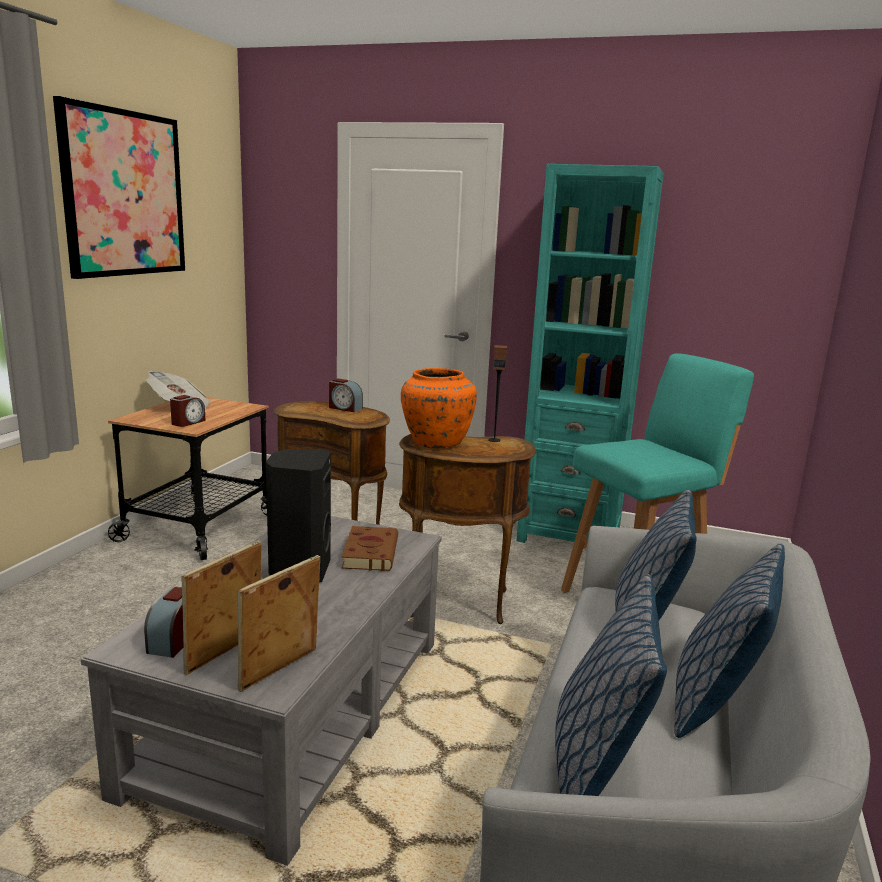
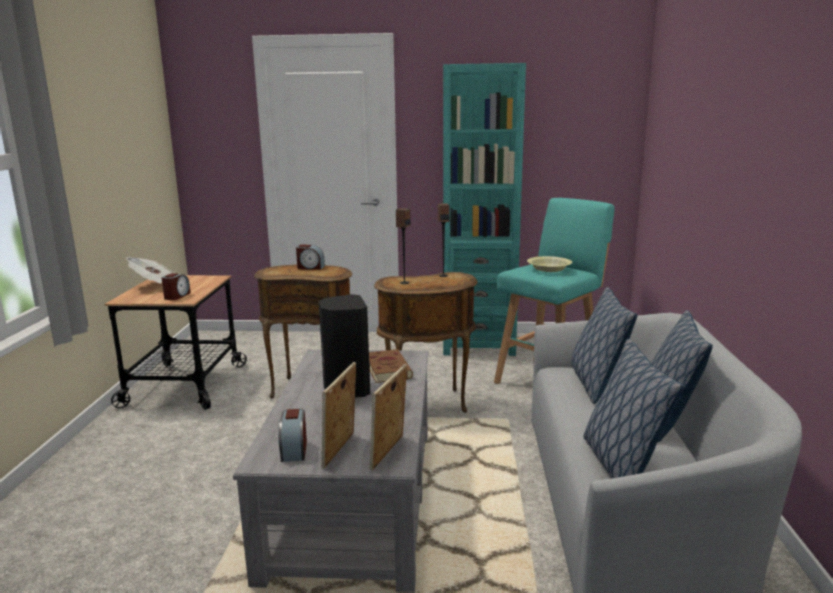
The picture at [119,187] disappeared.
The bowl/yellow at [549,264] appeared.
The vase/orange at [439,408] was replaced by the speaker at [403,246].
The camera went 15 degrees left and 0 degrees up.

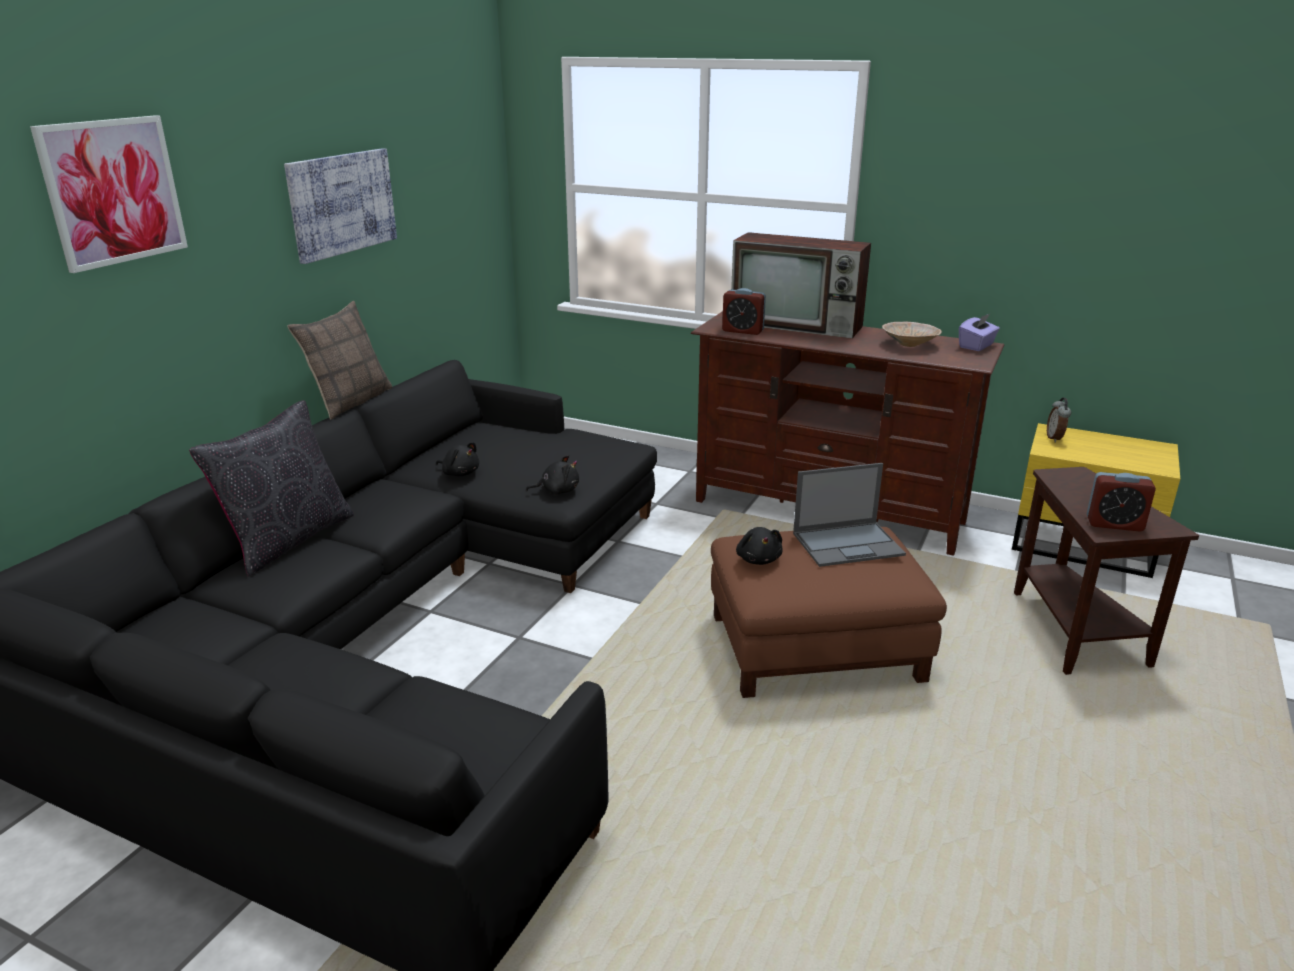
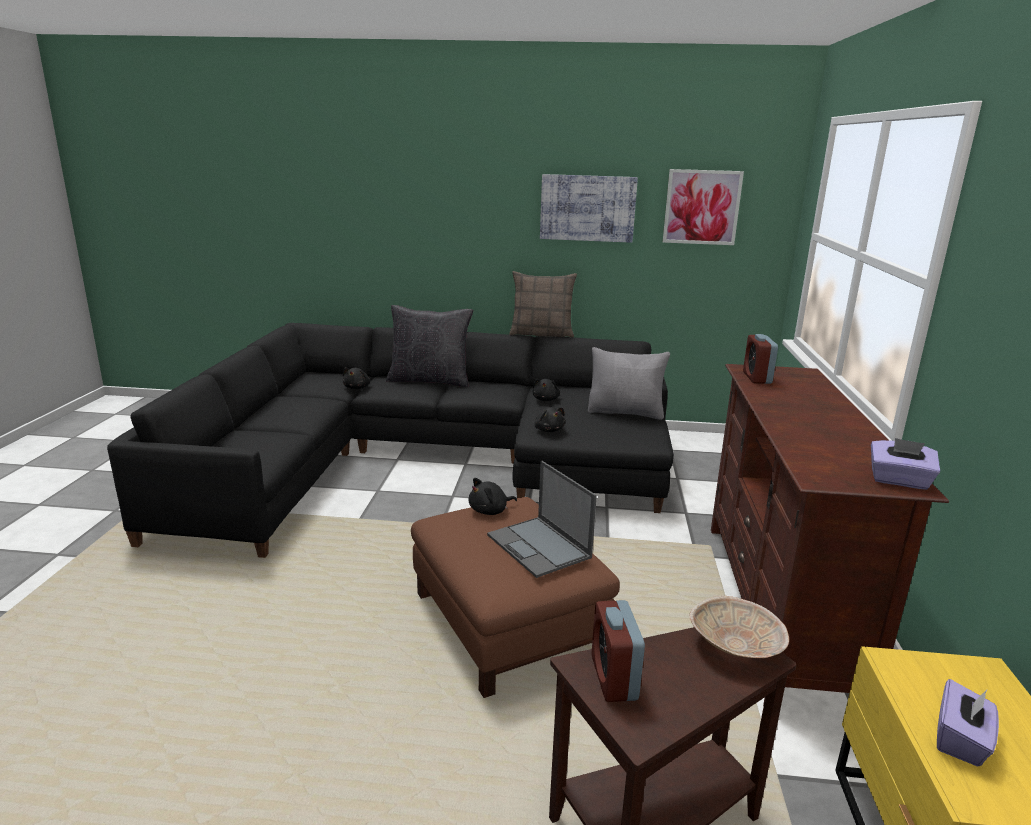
The television at [801,285] disappeared.
The alarm clock at [1059,420] disappeared.
The plush toy/black at [356,378] appeared.
The pillow/grey at [629,383] appeared.
The tissue box/purple at [968,722] appeared.
The picture moved from [109,194] to [703,207].
The bowl/beige moved from [912,334] to [739,627].
The camera went 70 degrees right and 5 degrees down.

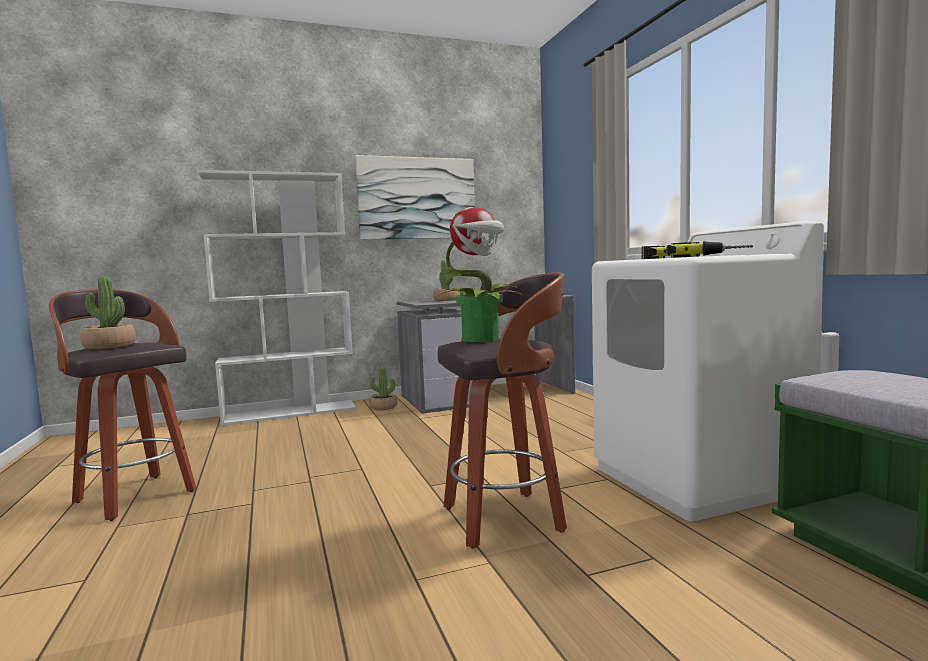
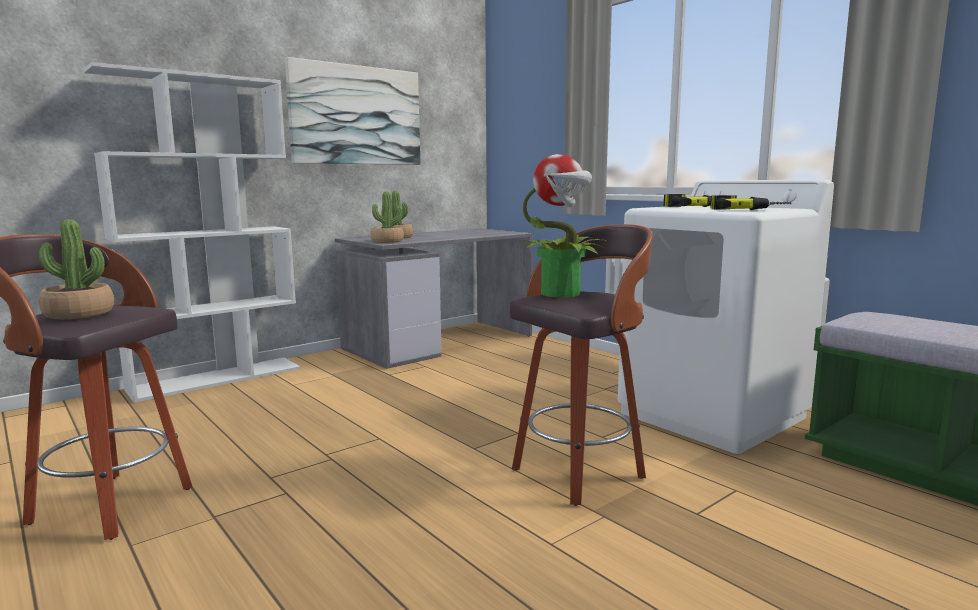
The potted plant moved from [383,388] to [387,217].
The camera went 20 degrees left and 5 degrees up.

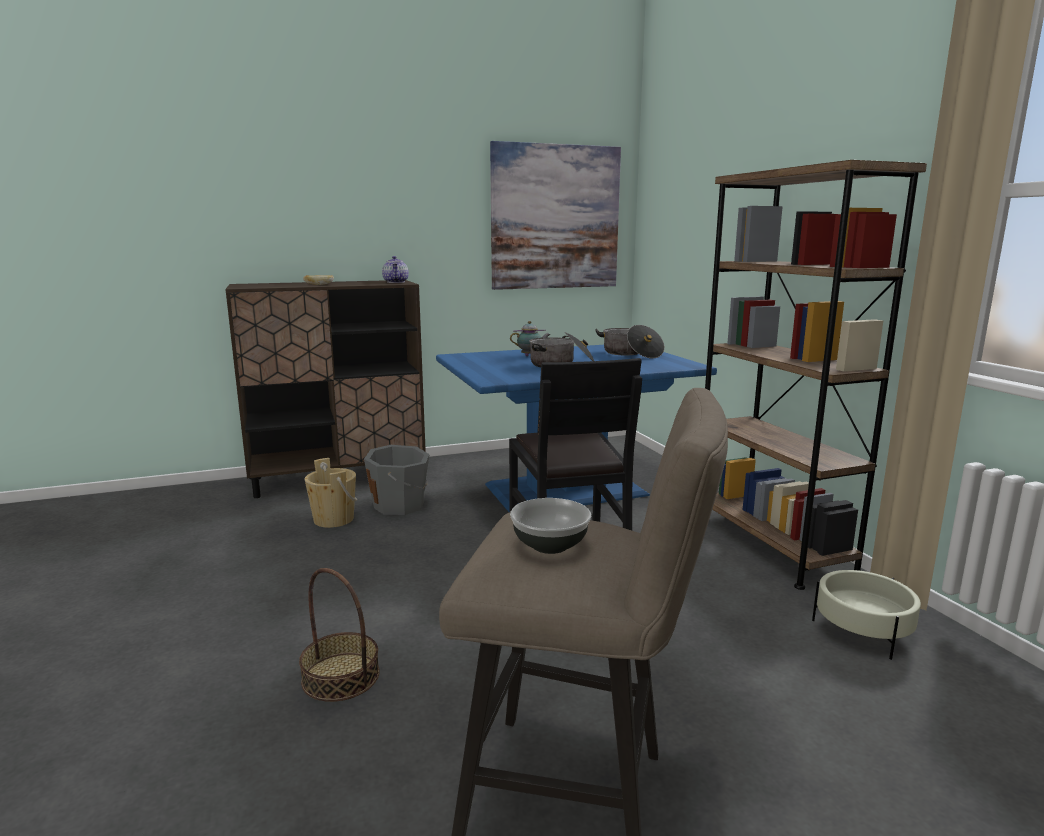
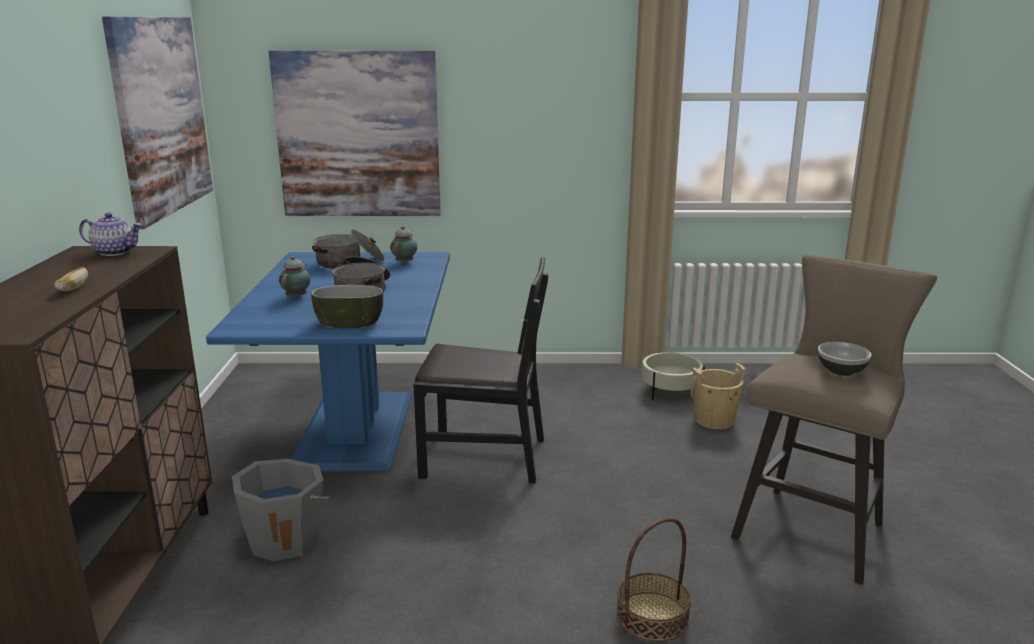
The bookcase/brown at [816,375] disappeared.
The picture at [355,133] appeared.
The bowl at [347,307] appeared.
The teapot at [403,245] appeared.
The bucket/beige moved from [331,493] to [718,396].
The camera went 70 degrees left and 5 degrees up.

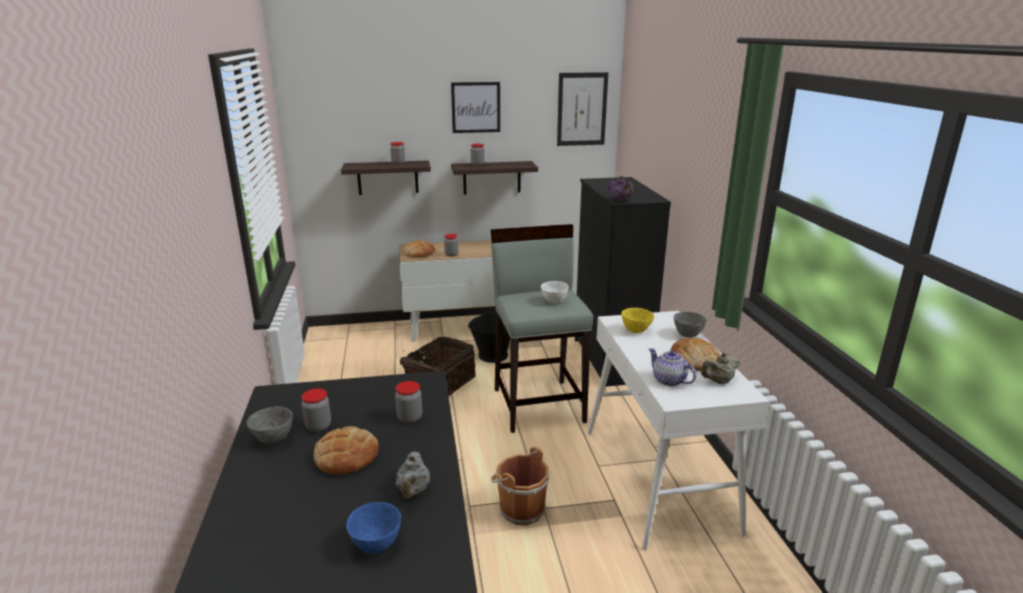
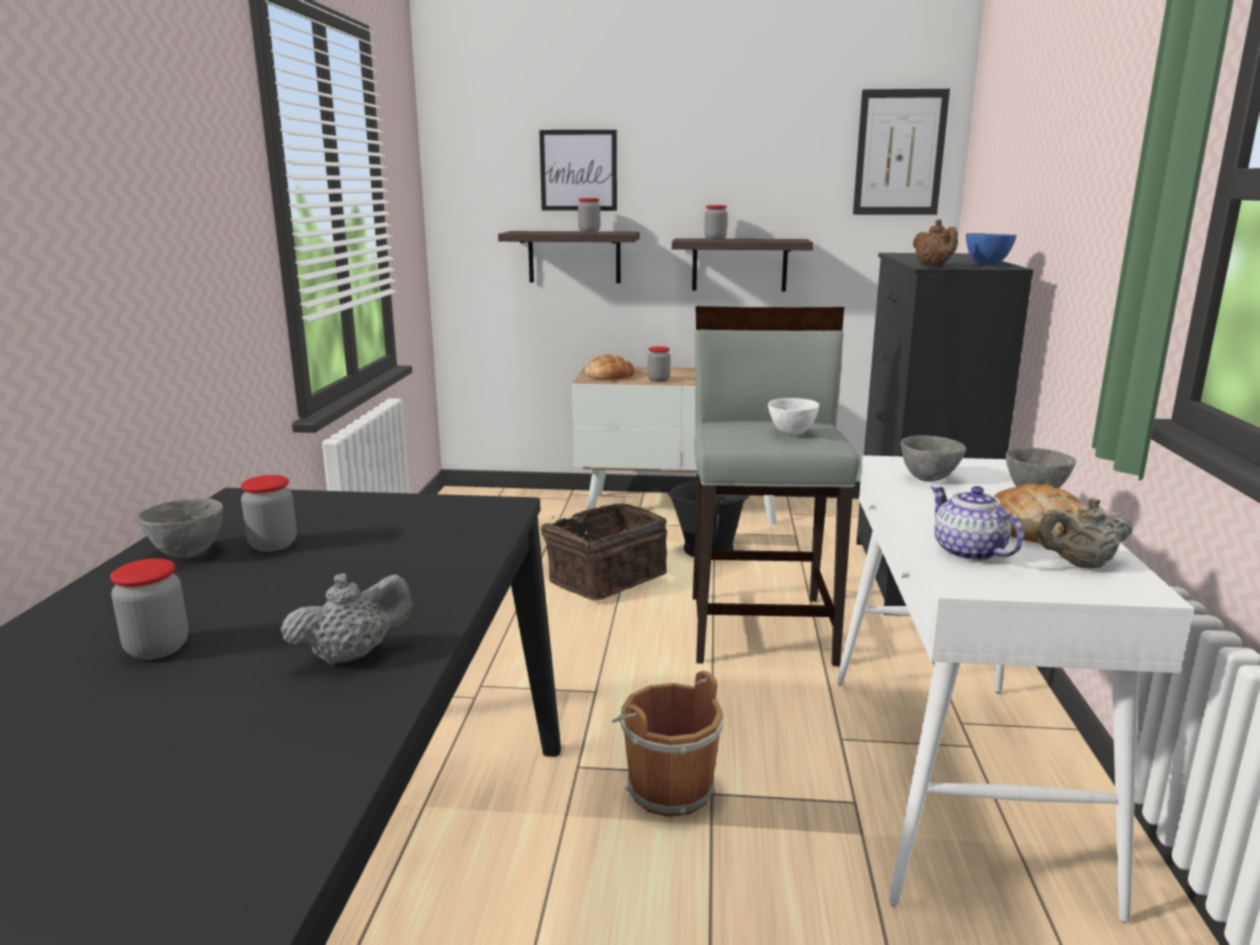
The bread at [346,450] disappeared.
The bowl/blue moved from [373,528] to [991,248].
The jar moved from [408,402] to [149,609].
The picture moved from [475,107] to [578,170].
The teapot/purple at [620,188] became the teapot/brown at [935,242].
The bowl/yellow at [637,320] became the bowl/grey at [933,458].
The teapot/grey at [413,475] turned 135 degrees counterclockwise.
The camera went 15 degrees right and 5 degrees down.

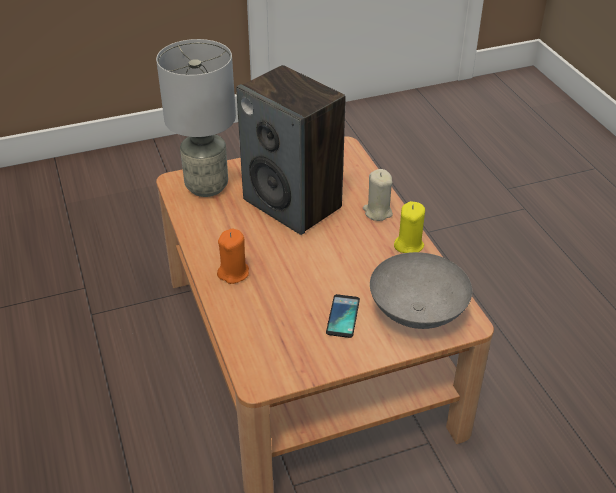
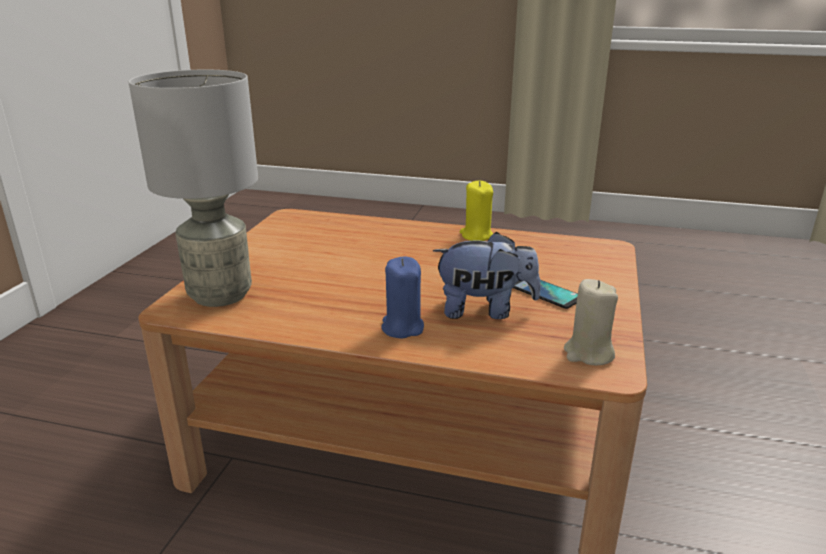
The speaker at [291,150] disappeared.
The bowl/grey at [421,290] disappeared.
The plush toy at [486,275] appeared.
The candle/beige moved from [378,195] to [591,322].
The candle/orange at [233,256] became the candle/blue at [402,297].
The camera went 55 degrees left and 15 degrees down.

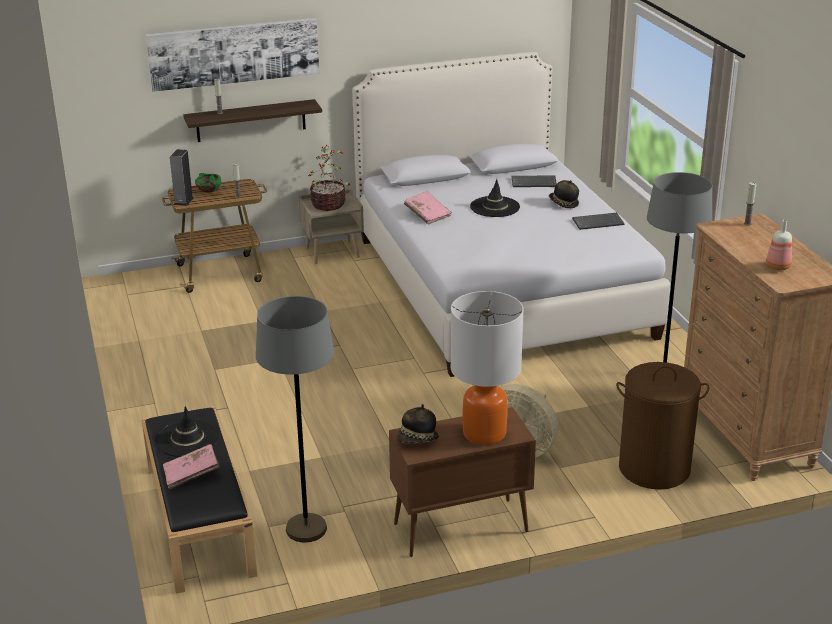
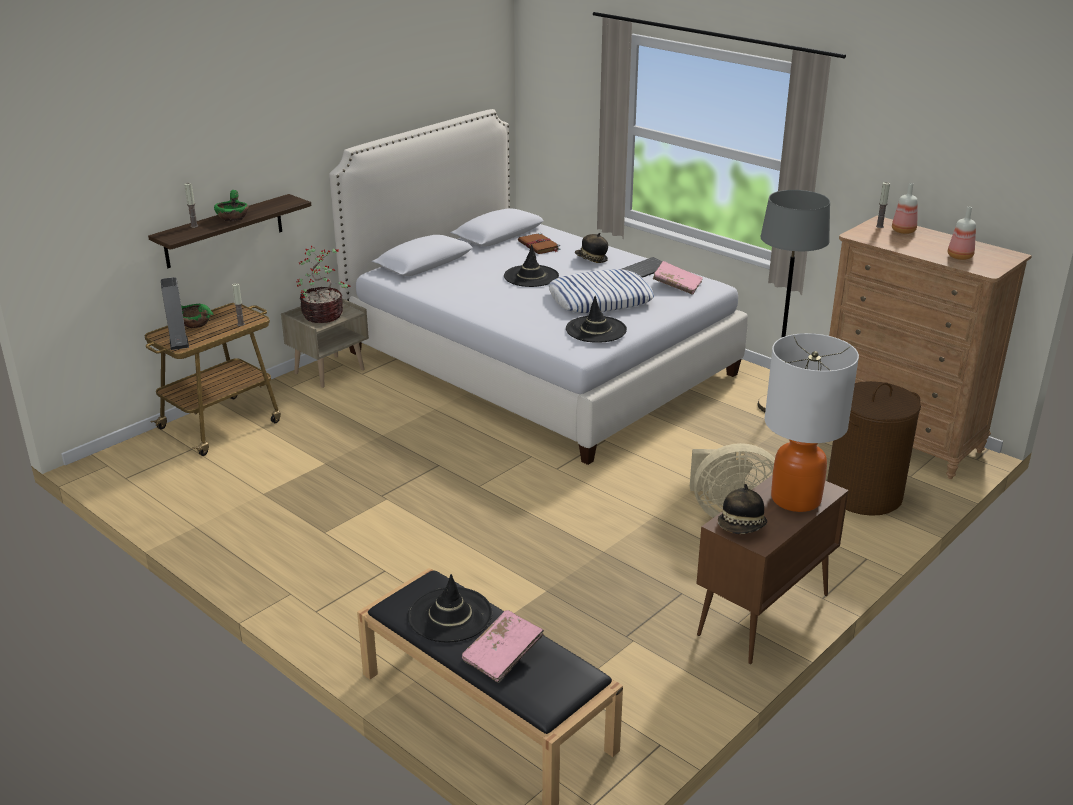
The picture at [232,55] disappeared.
The floor lamp/grey at [295,419] disappeared.
The bowl/green at [231,205] appeared.
The pillow at [601,291] appeared.
The hat/black at [596,319] appeared.
The bottle at [905,208] appeared.
The book/pink moved from [428,208] to [678,278].
The keyboard at [534,181] was replaced by the book/brown at [539,243].
The camera went 30 degrees left and 0 degrees up.

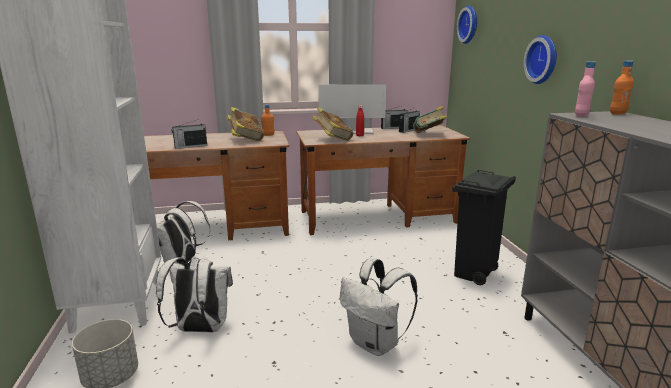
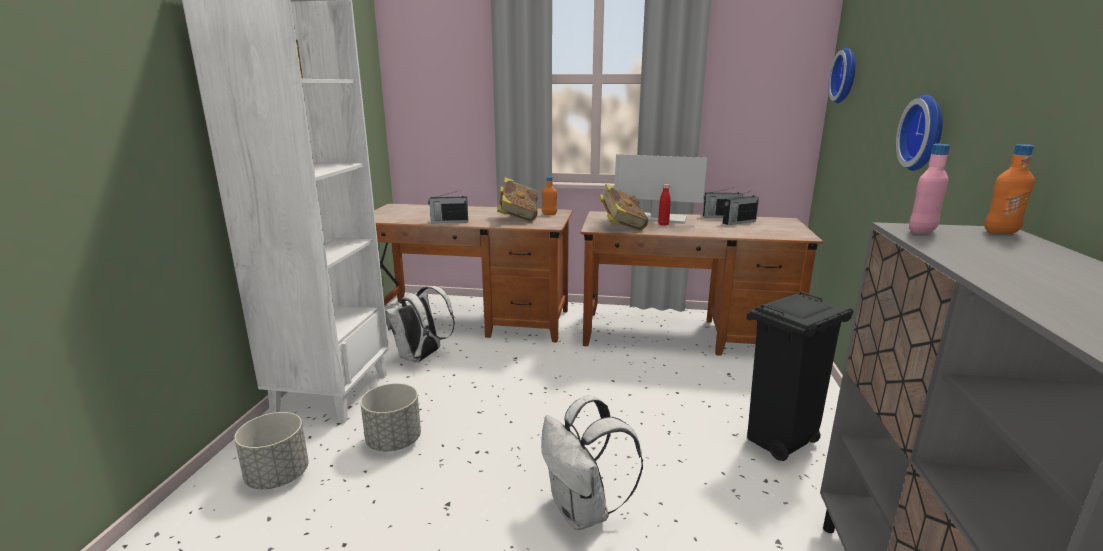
The book at [430,119] disappeared.
The backpack/white at [194,294] was replaced by the planter/grey at [390,417].
The camera went 20 degrees right and 0 degrees up.

